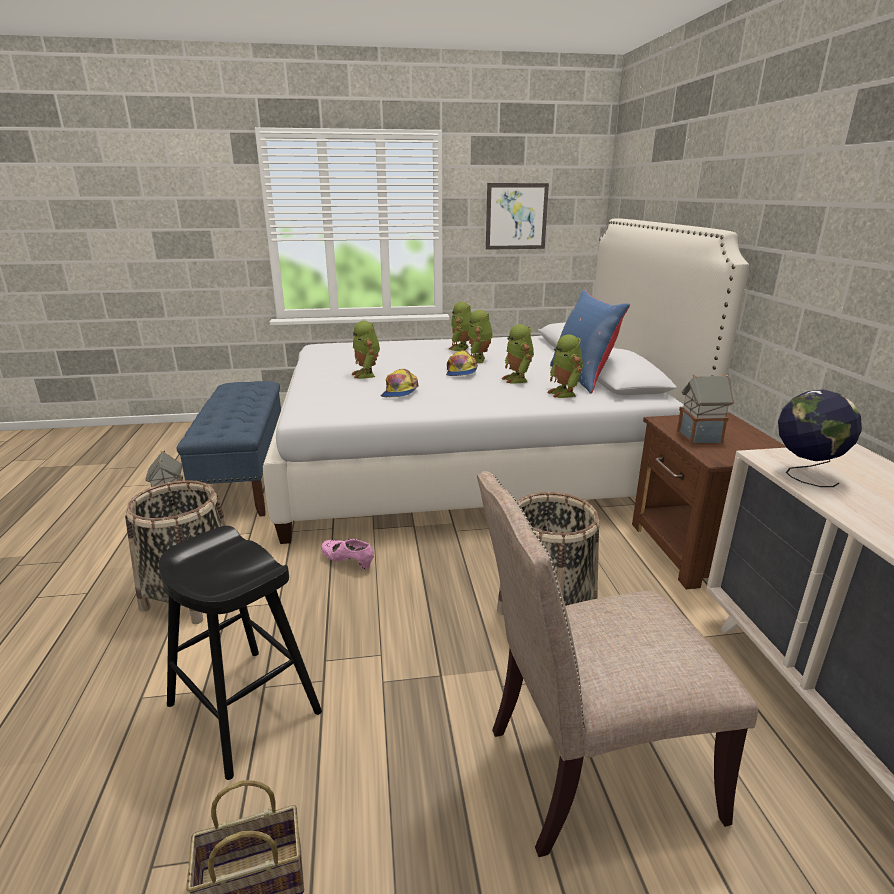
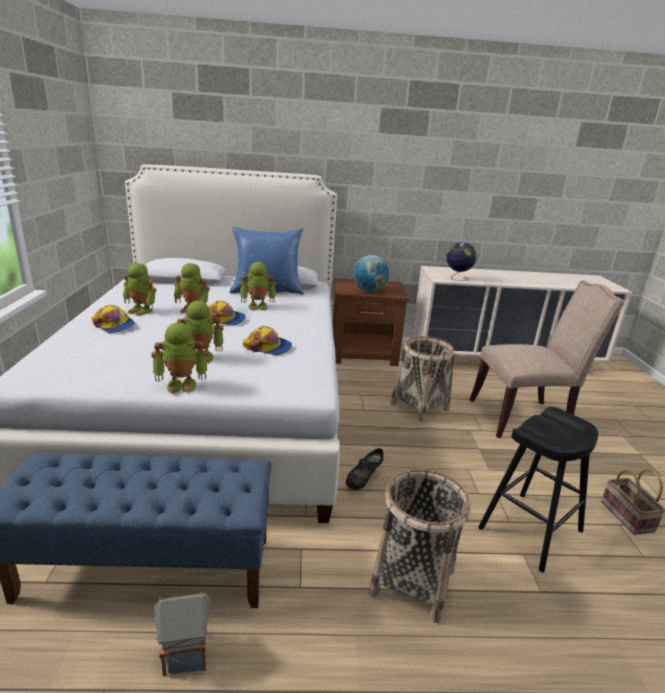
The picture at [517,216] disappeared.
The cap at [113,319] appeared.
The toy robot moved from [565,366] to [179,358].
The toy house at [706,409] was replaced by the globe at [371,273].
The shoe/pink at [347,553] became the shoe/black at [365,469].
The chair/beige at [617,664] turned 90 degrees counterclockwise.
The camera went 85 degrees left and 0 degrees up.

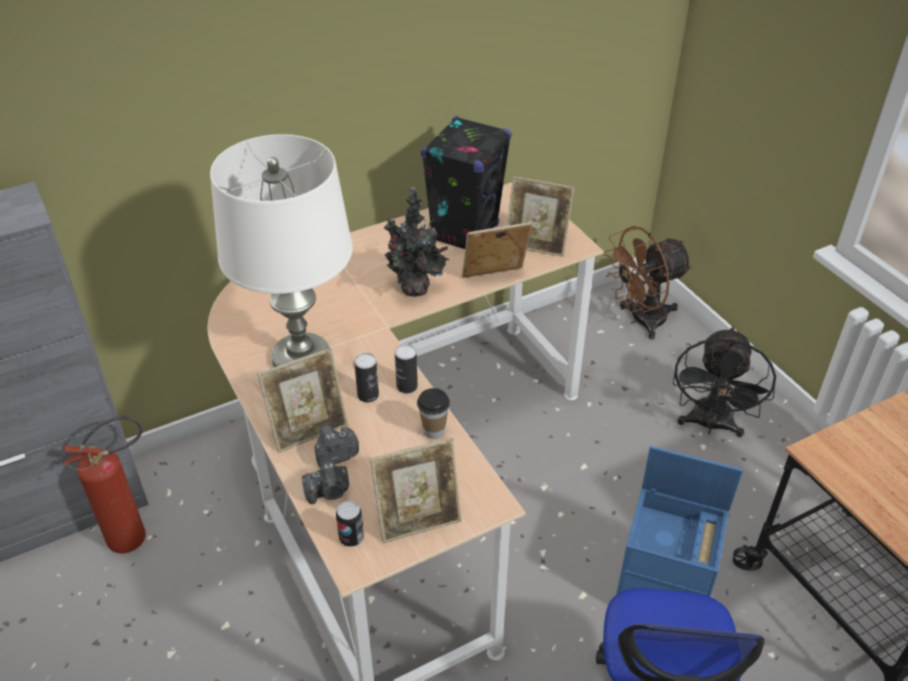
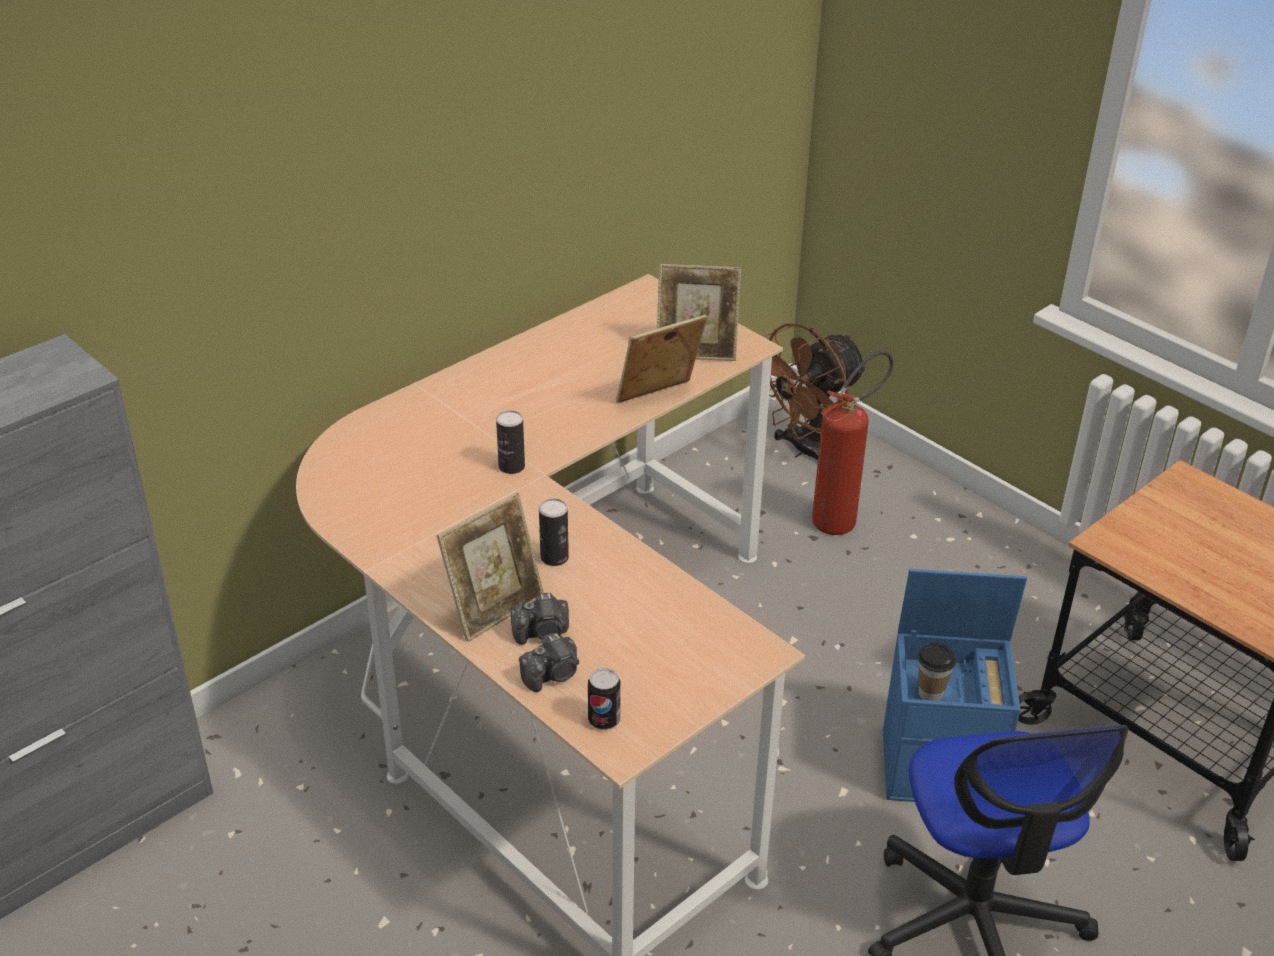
The table lamp/white at [281,250] disappeared.
The picture frame at [416,490] disappeared.
The potted plant at [416,242] disappeared.
The speaker/black at [466,182] disappeared.
The fan/black at [724,382] disappeared.
The fire extinguisher moved from [105,484] to [853,443].
The can moved from [406,368] to [510,442].
The cup moved from [433,413] to [937,672].
The photo camera at [337,447] turned 150 degrees counterclockwise.
The camera went 15 degrees left and 5 degrees down.

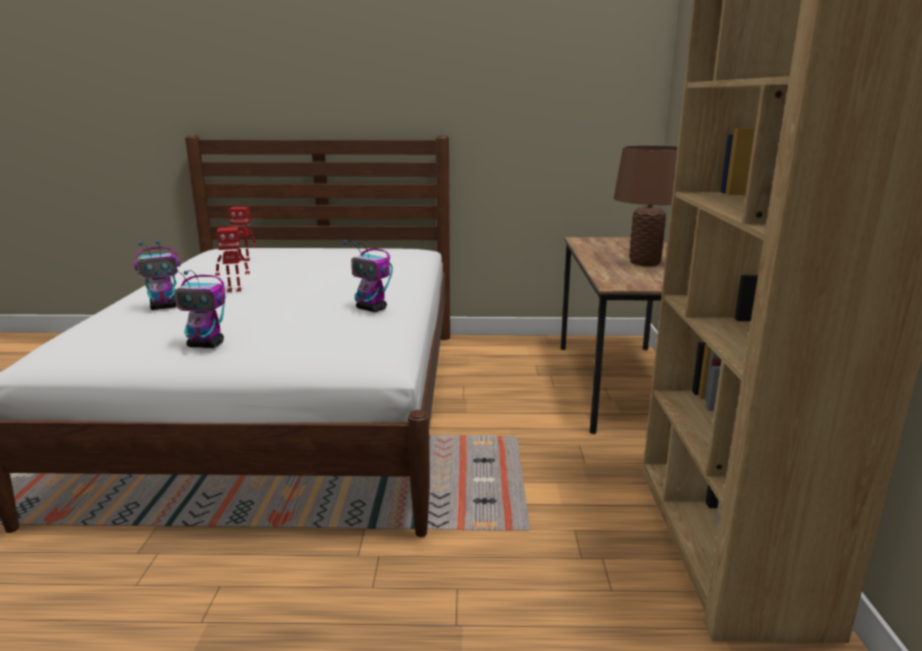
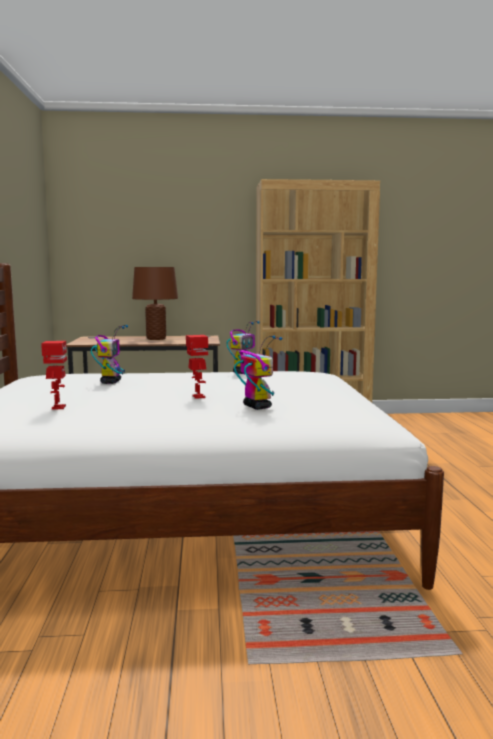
The toy robot moved from [196,308] to [109,354].
The camera went 95 degrees left and 10 degrees down.

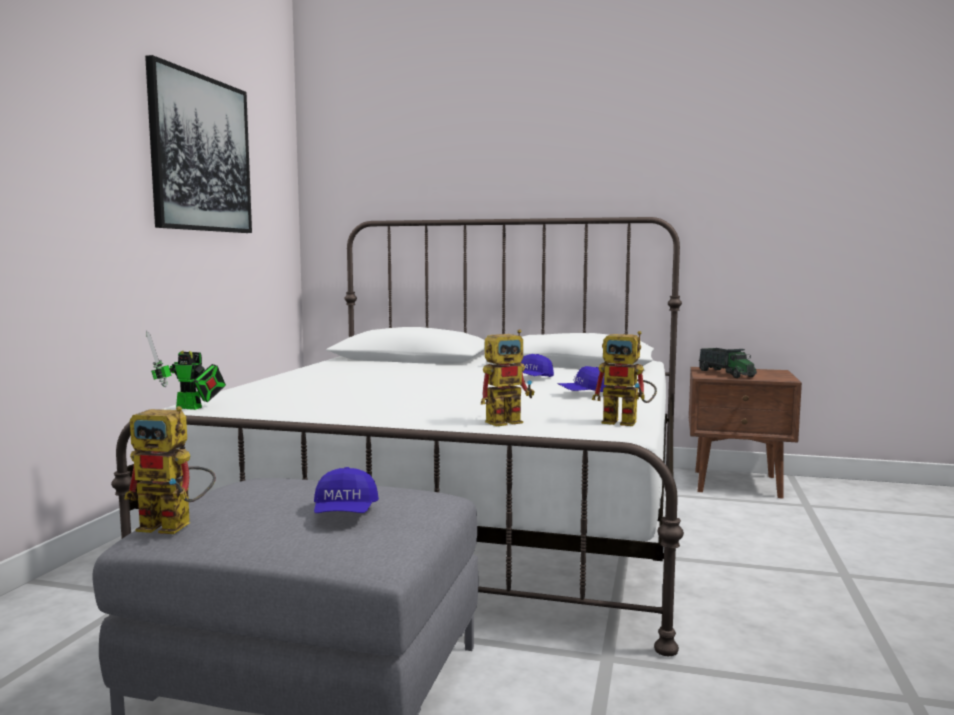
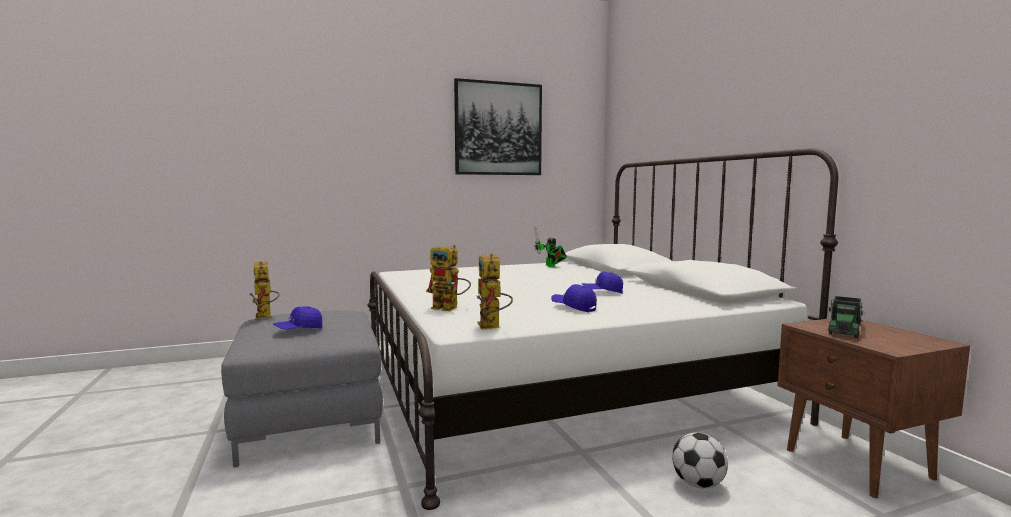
The football at [700,461] appeared.
The toy robot moved from [186,370] to [550,247].
The camera went 55 degrees right and 0 degrees up.

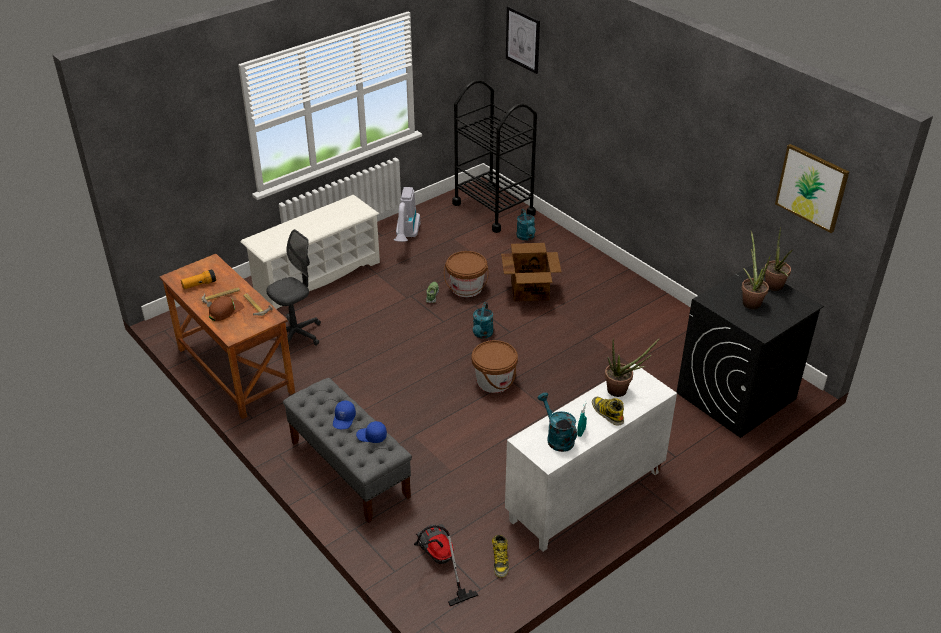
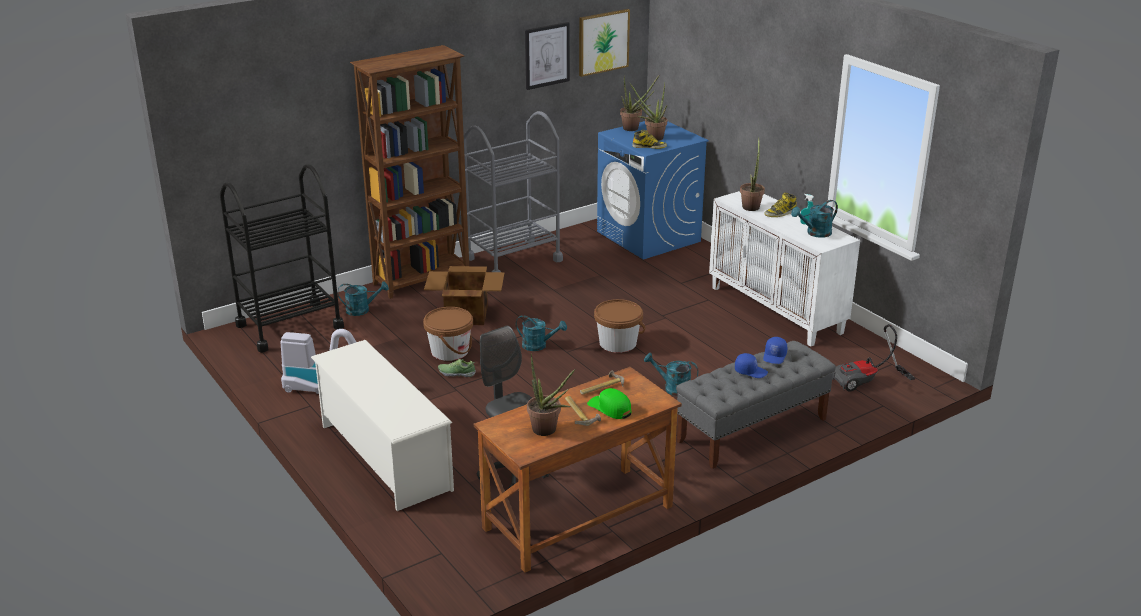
The bookcase/brown at [409,172] appeared.
The cart/grey at [513,191] appeared.
The watering can/turquoise at [671,374] appeared.
The boot moved from [500,556] to [649,139].
The picture moved from [523,40] to [547,56].
The flashlight at [198,279] was replaced by the potted plant at [551,395].
The cap/brown at [226,309] became the cap/green at [609,403].
The washing machine/black at [750,351] became the washing machine/blue at [653,190].
The camera went 85 degrees left and 10 degrees down.

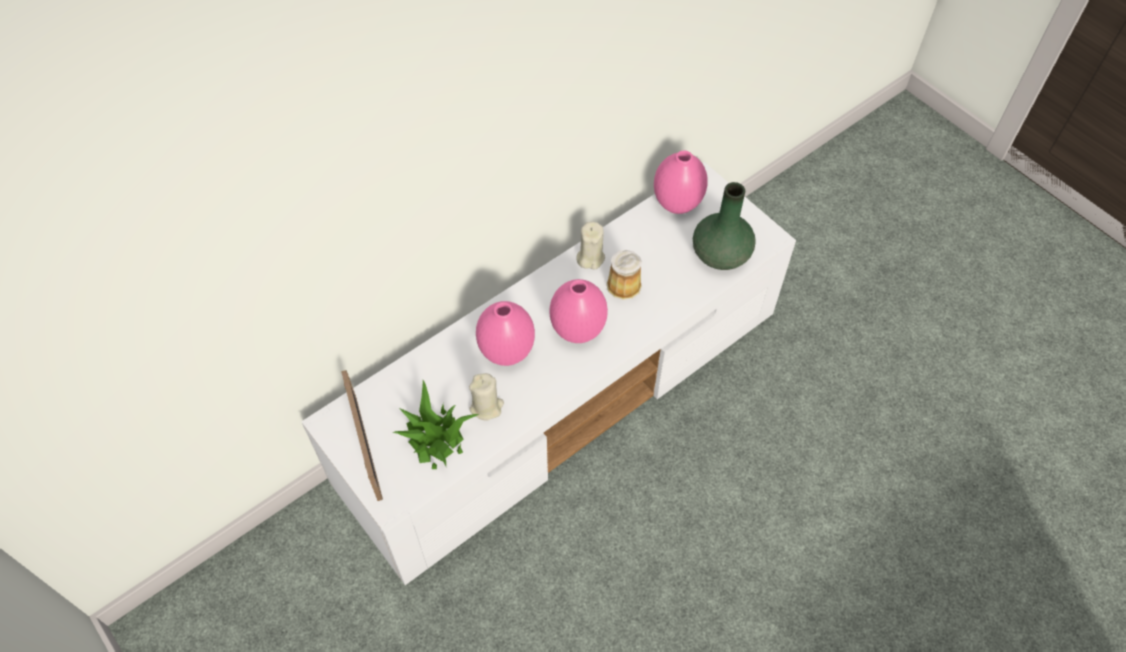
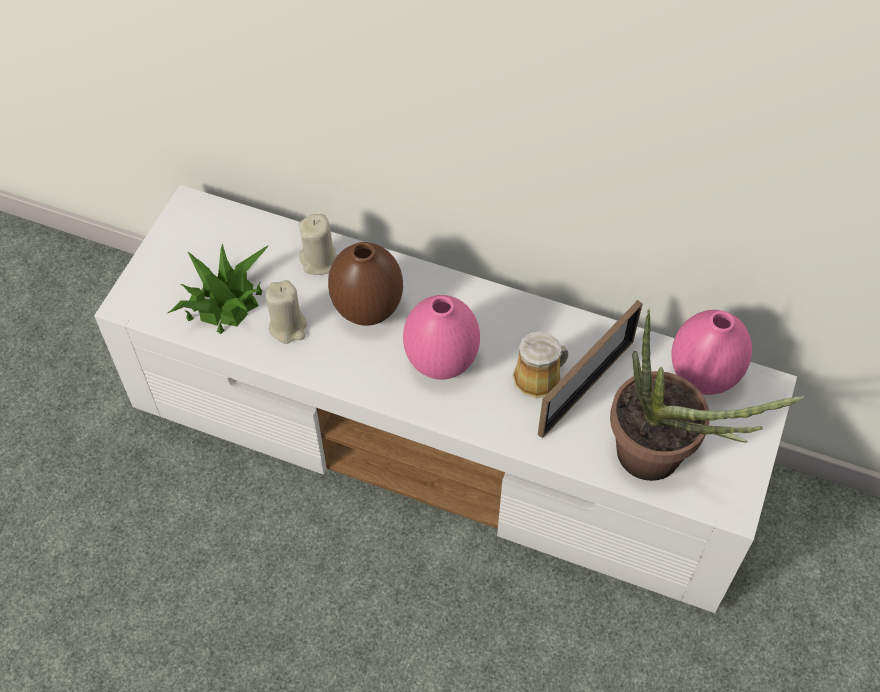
The picture frame moved from [362,435] to [590,369].
The candle/beige moved from [591,246] to [318,244].
The vase/green at [724,226] was replaced by the potted plant at [707,395].
The vase/pink at [505,333] became the vase/brown at [365,284].
The camera went 60 degrees right and 0 degrees up.

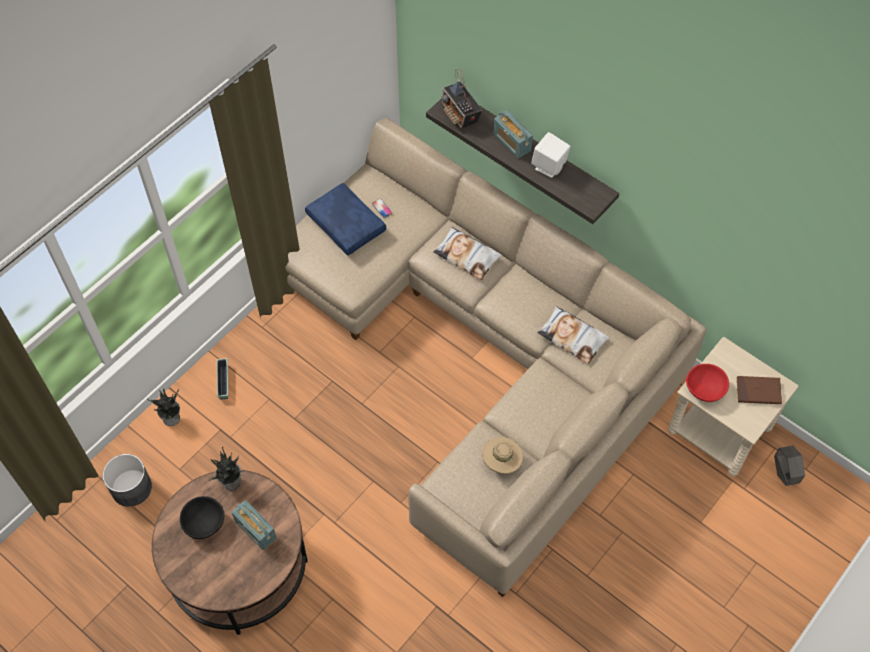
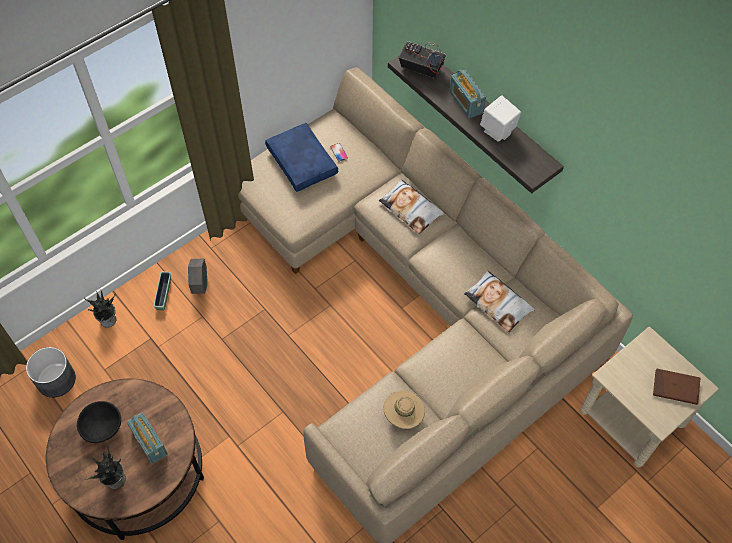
The bowl/red at [707,383] disappeared.
The potted plant moved from [225,468] to [105,467].
The planter/grey moved from [789,465] to [197,276].
The radio at [461,99] turned 135 degrees clockwise.
The camera went 10 degrees right and 0 degrees up.

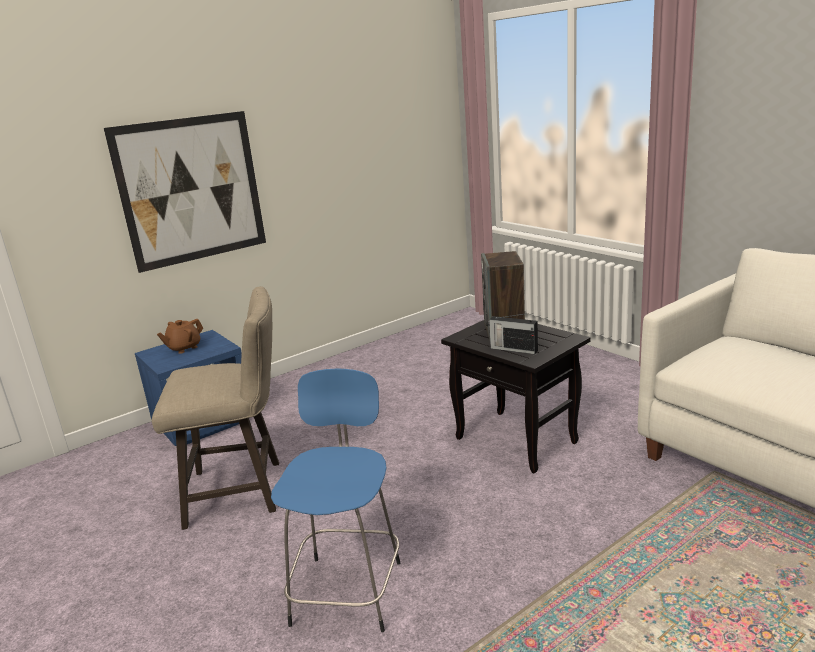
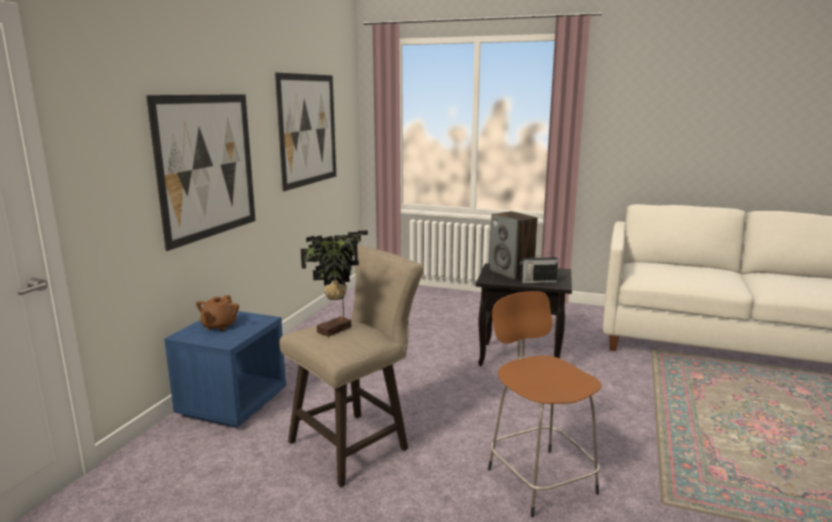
The picture at [305,132] appeared.
The potted plant at [334,284] appeared.
The stool/blue at [335,500] became the stool/brown at [545,404].
The camera went 35 degrees left and 5 degrees down.

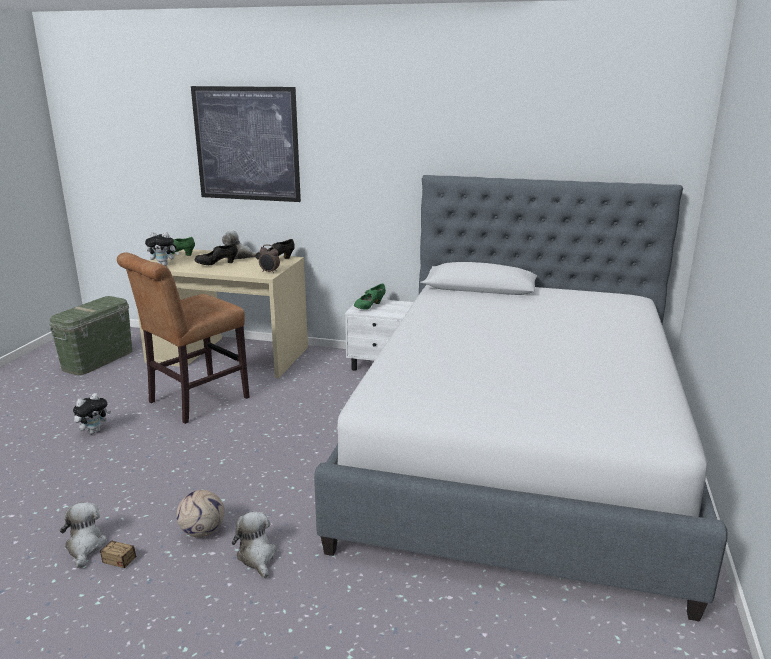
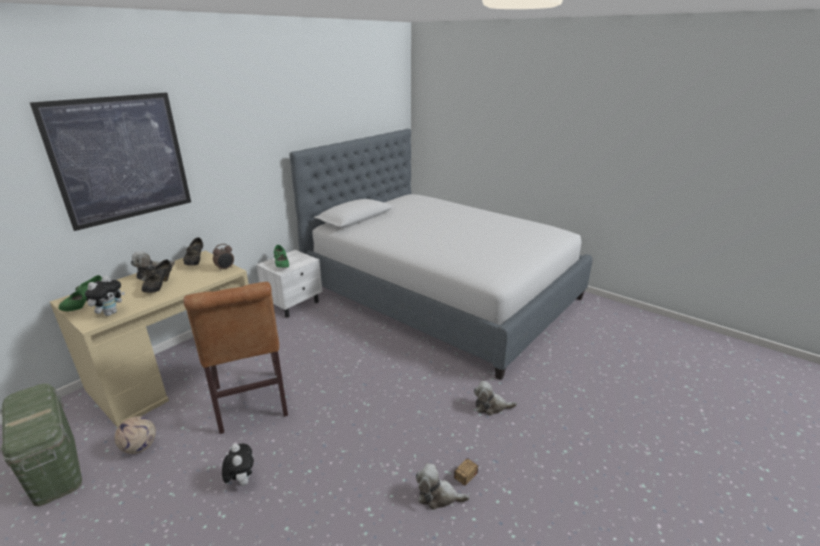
The football moved from [200,513] to [135,435].
The camera went 65 degrees left and 5 degrees up.

